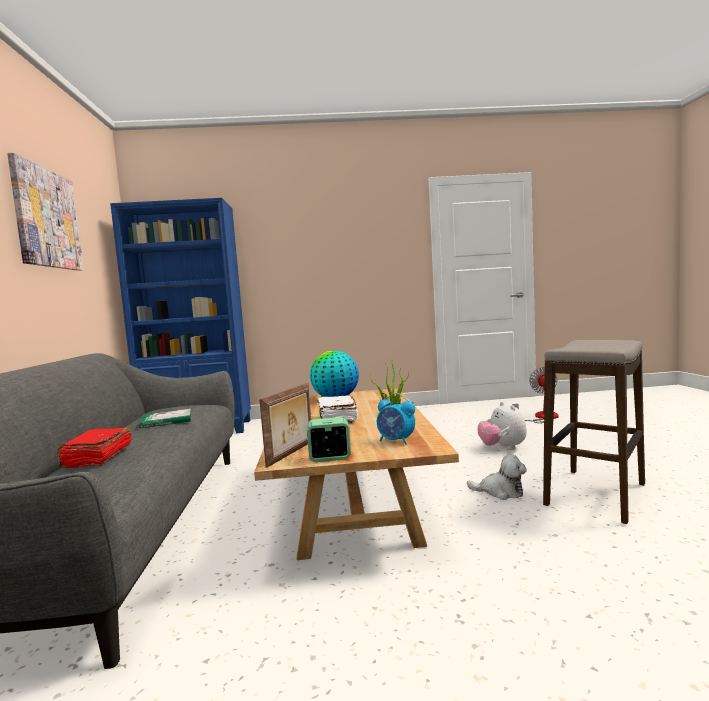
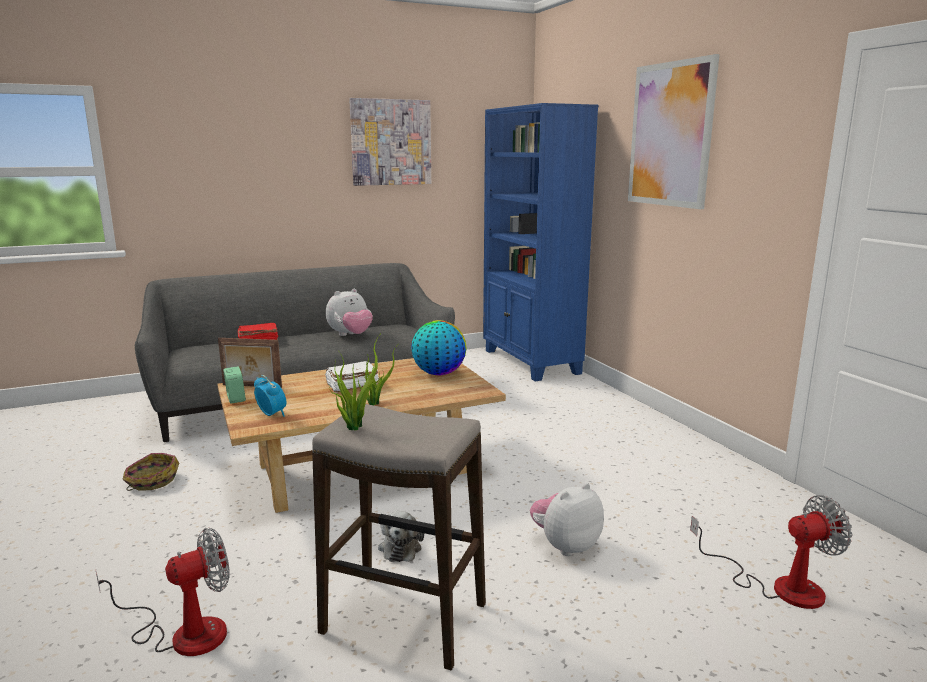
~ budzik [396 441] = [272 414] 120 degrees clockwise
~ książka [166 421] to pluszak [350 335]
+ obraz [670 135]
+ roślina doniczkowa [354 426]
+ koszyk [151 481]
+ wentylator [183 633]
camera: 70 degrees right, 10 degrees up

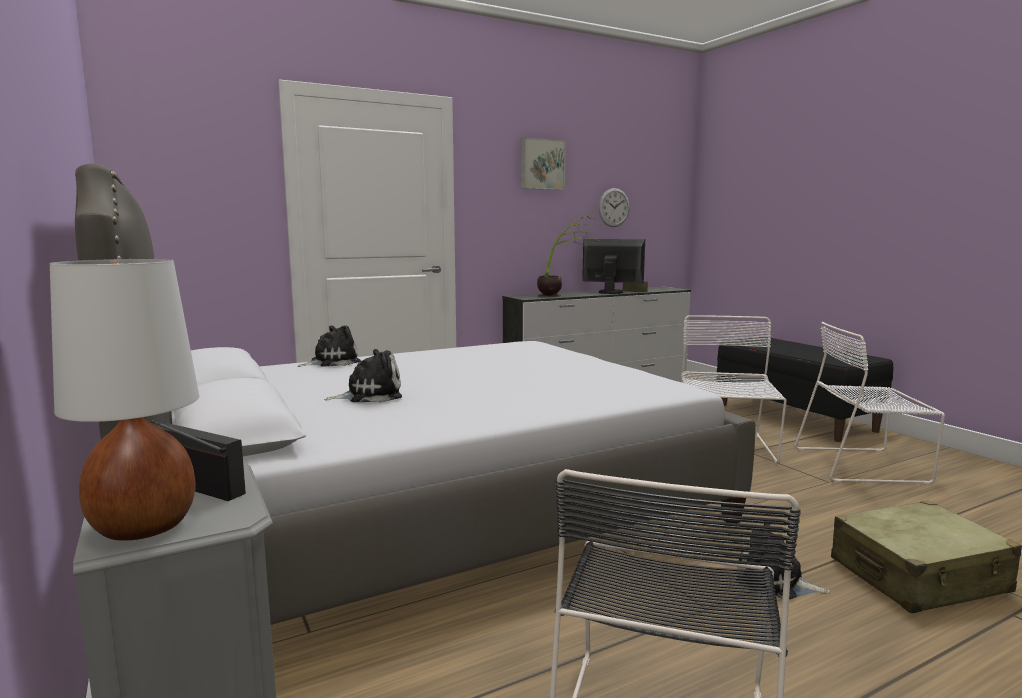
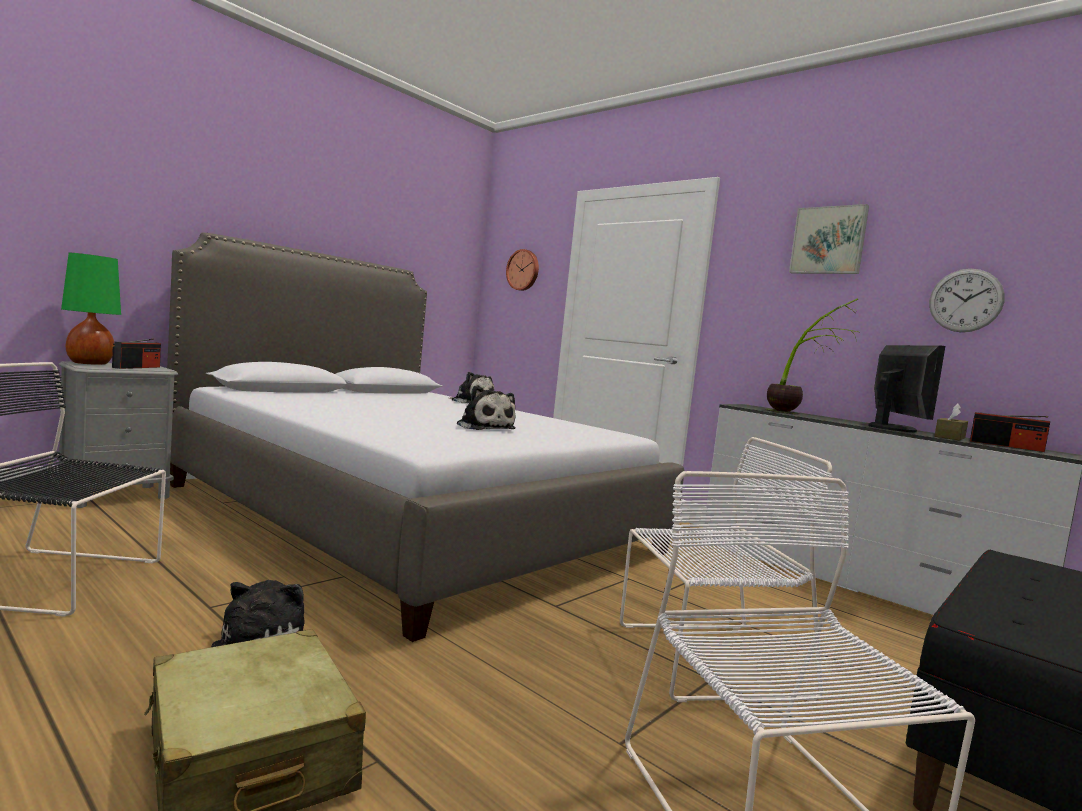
~ lampa stołowa/biały [143 527] to lampa stołowa/zielony [89 363]
~ pluszak [370 395] to [484 427]
+ zegar ścienny [523 270]
+ radio [1006 446]
camera: 70 degrees right, 5 degrees down

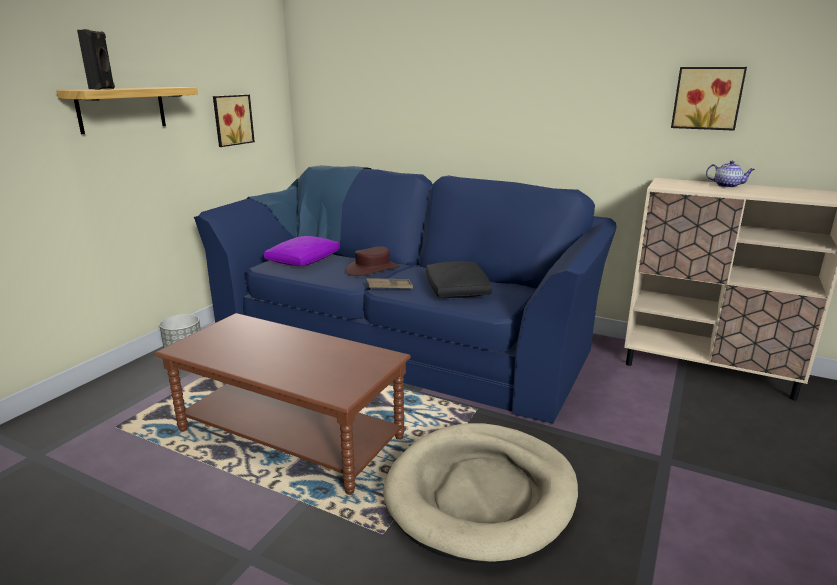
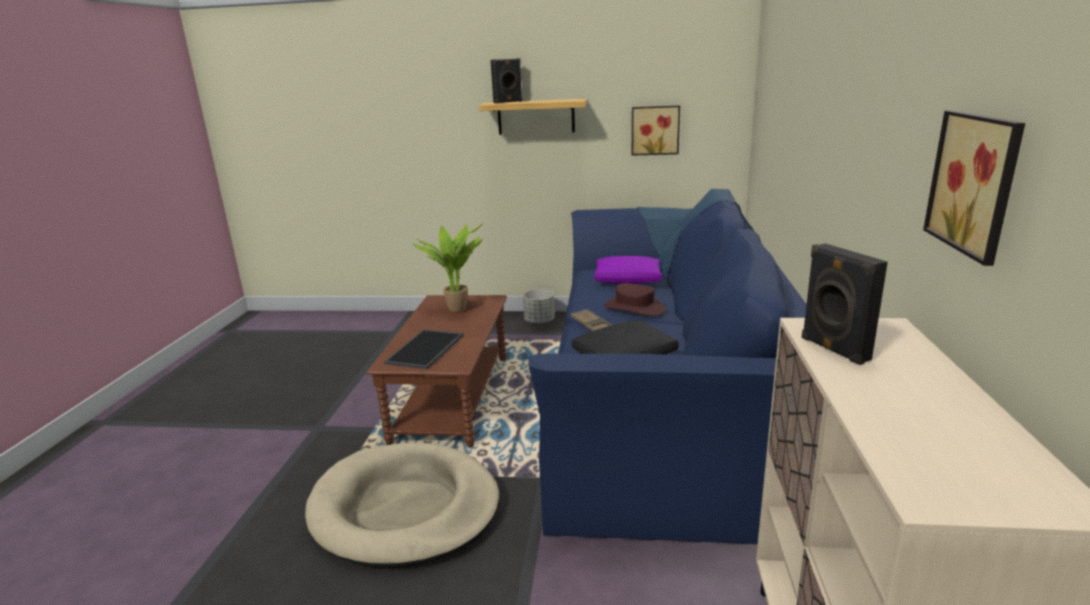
- imbryk [727 186]
+ roślina doniczkowa [458 309]
+ głośnik/czarny [833 349]
+ taca [426 349]
camera: 70 degrees right, 0 degrees up

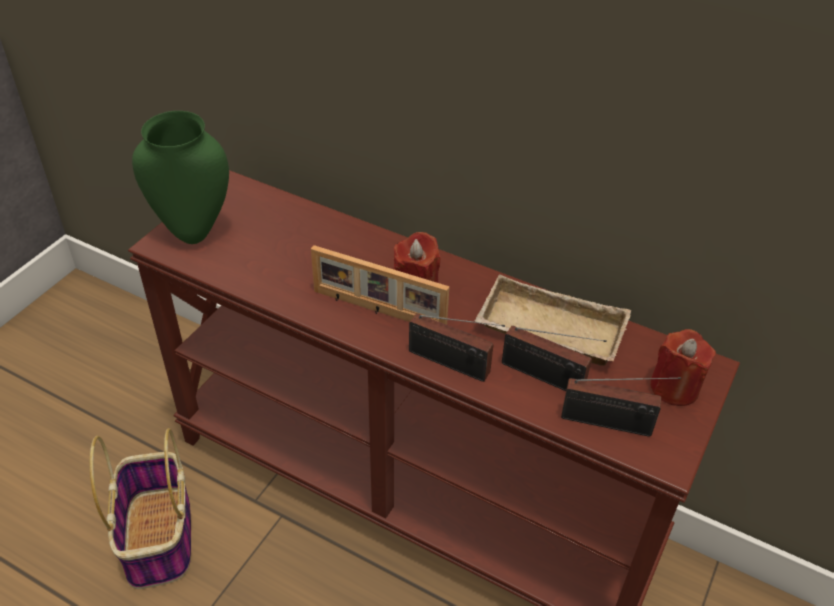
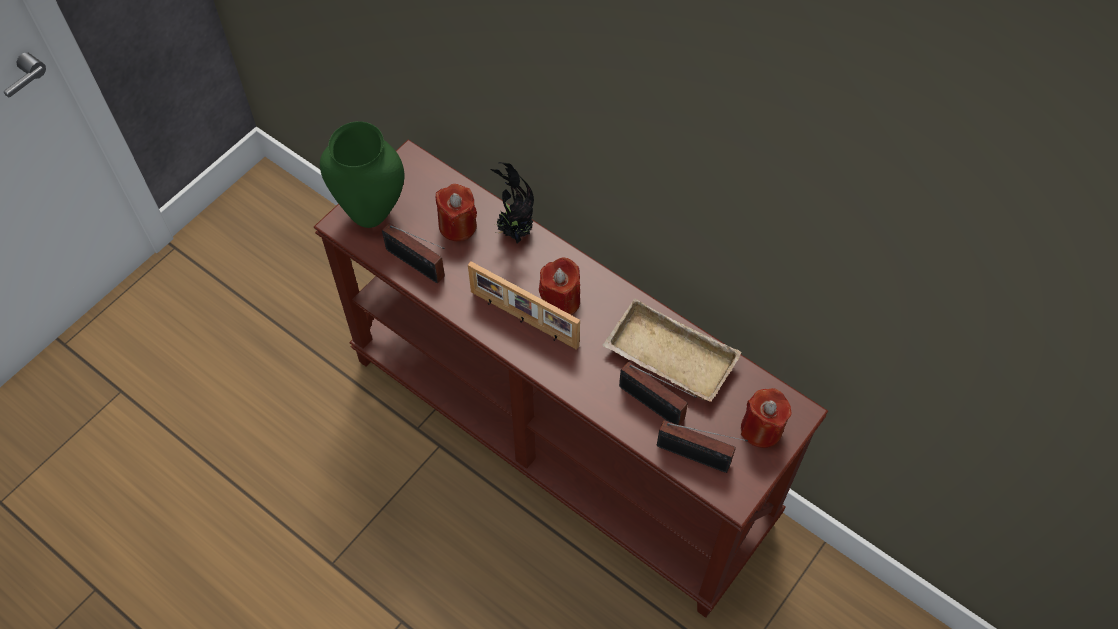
~ radio [453 364] to [417 265]
- koszyk [159 538]
+ roślina doniczkowa [513 231]
+ świeca/czerwony [457 226]
camera: 10 degrees right, 15 degrees up

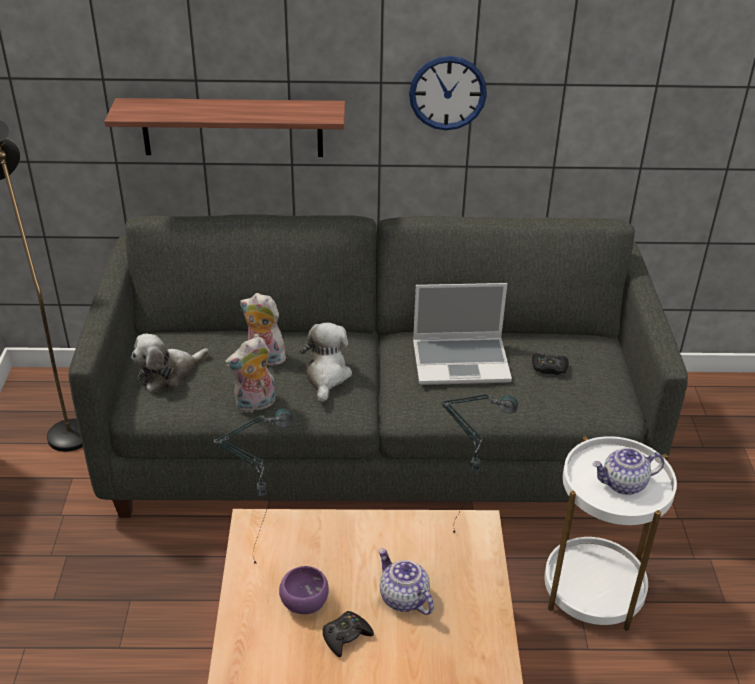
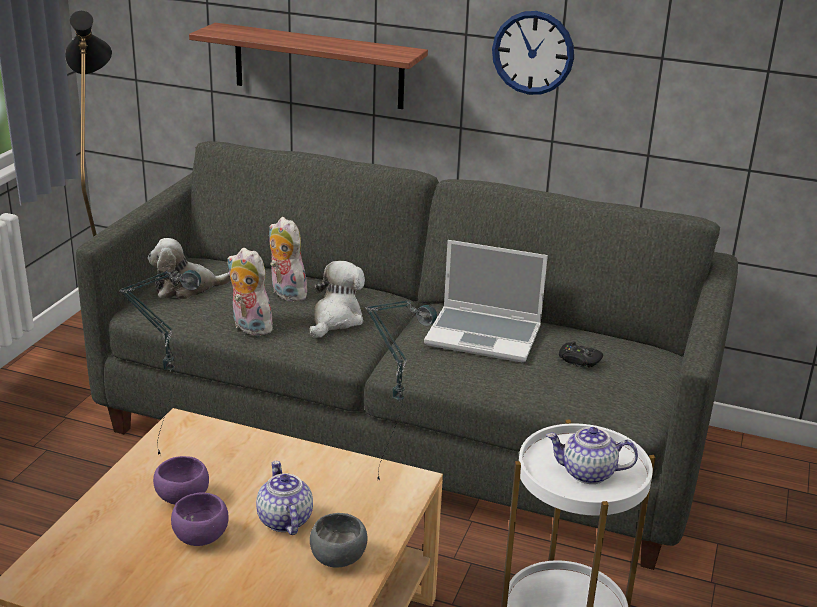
~ pluszak [255 405] = [249 327] 45 degrees clockwise
~ pad do gier/czarny [346 636] to miska/fioletowy [201 536]
+ miska/szary [339 557]
camera: 20 degrees right, 10 degrees down

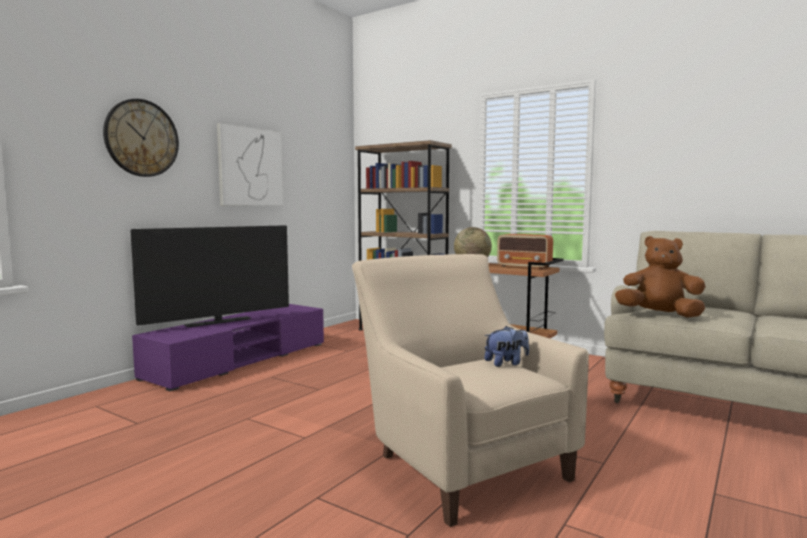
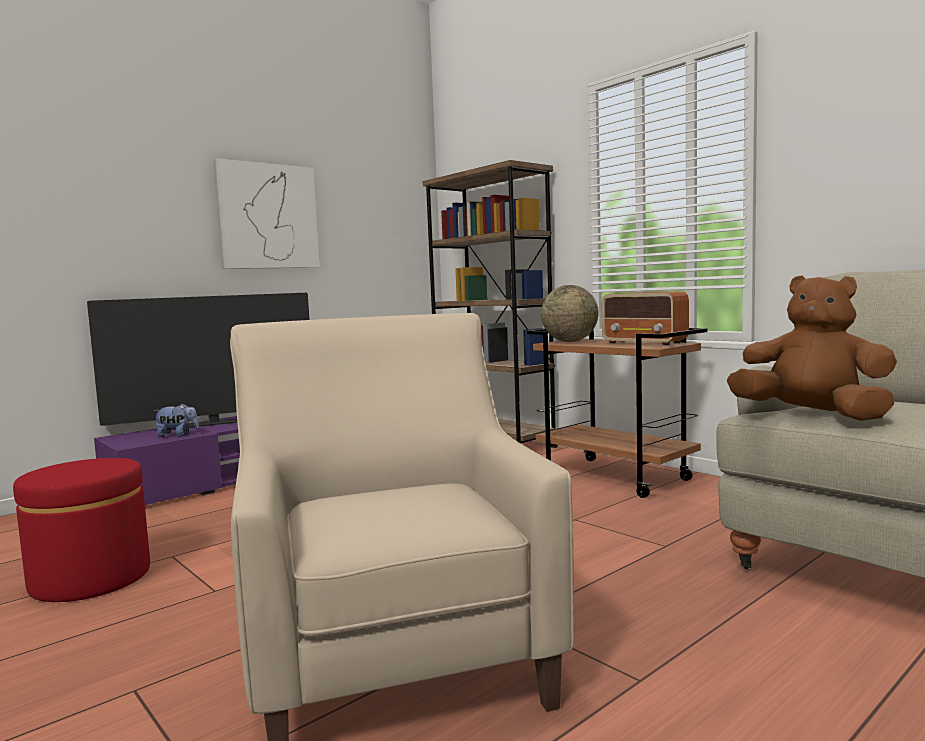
- zegar ścienny [141 138]
~ pluszak [506 363] to [177 435]
+ pufa/czerwony [91 579]
camera: 15 degrees right, 0 degrees up

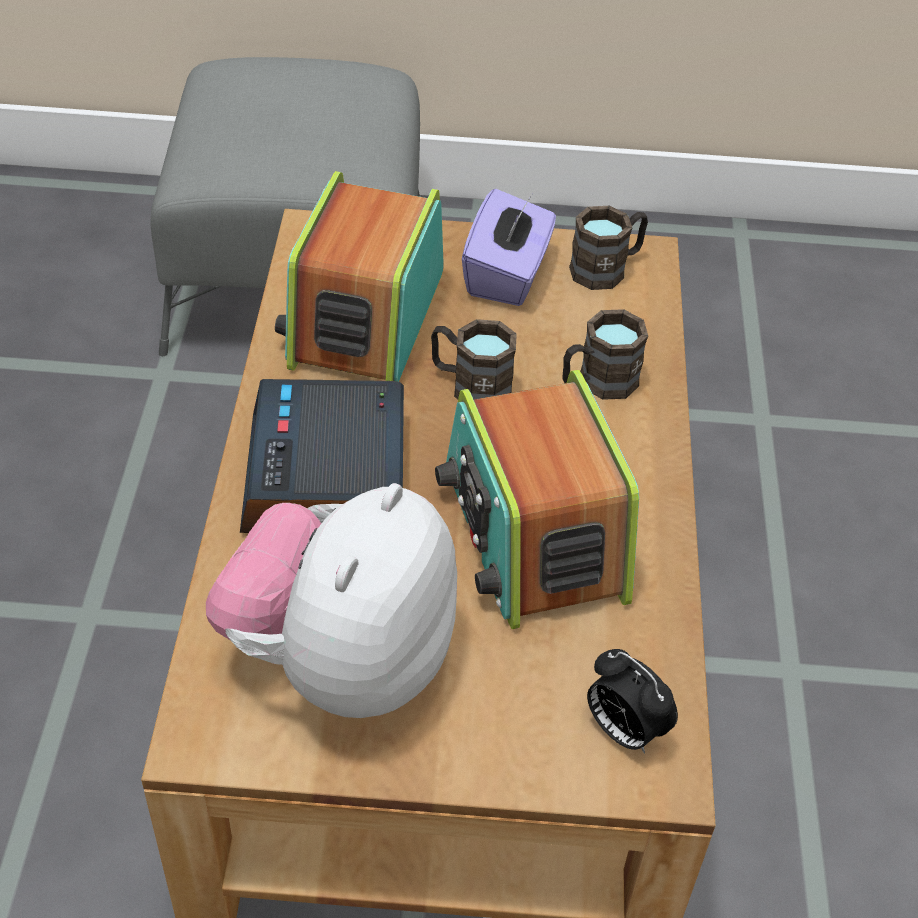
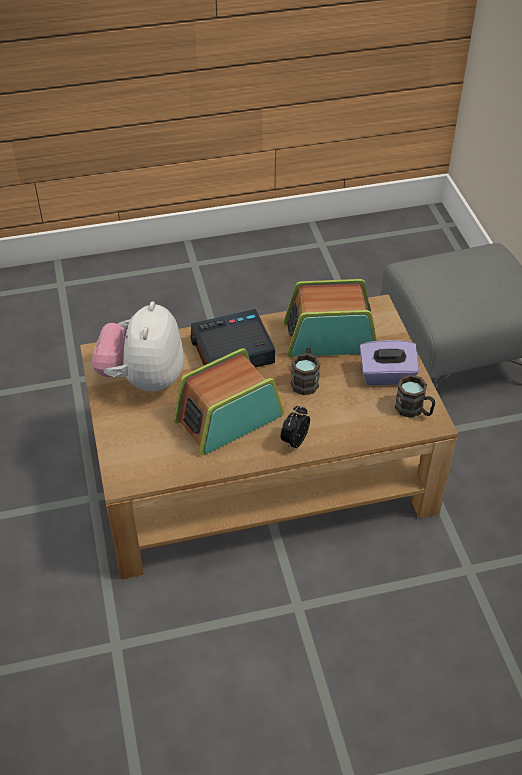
- kubek/brązowy [597 383]
~ pluszak [342 661] = [143 379] 90 degrees counterclockwise
~ budzik [623 730] to [294 441]
camera: 75 degrees right, 0 degrees up

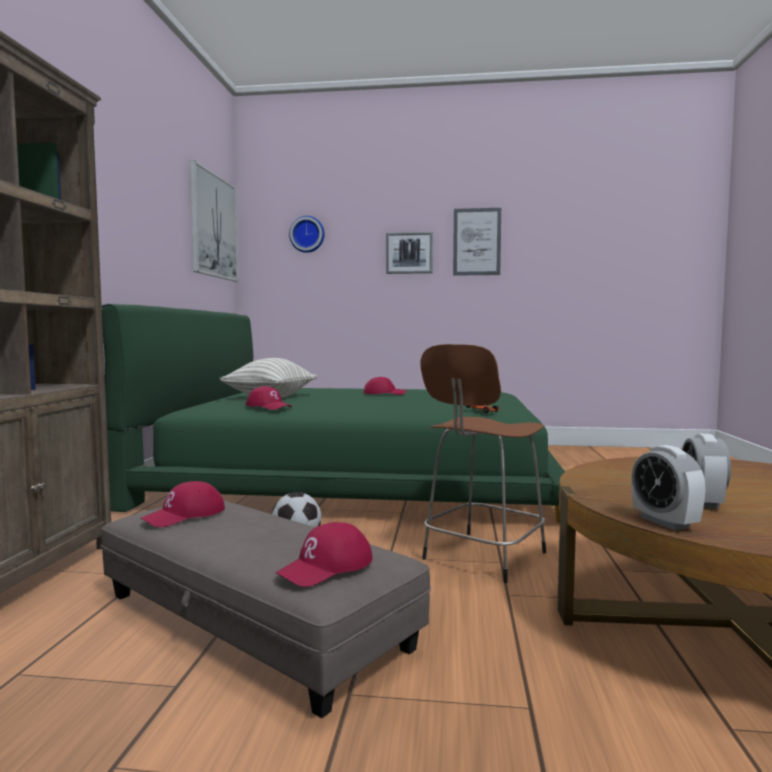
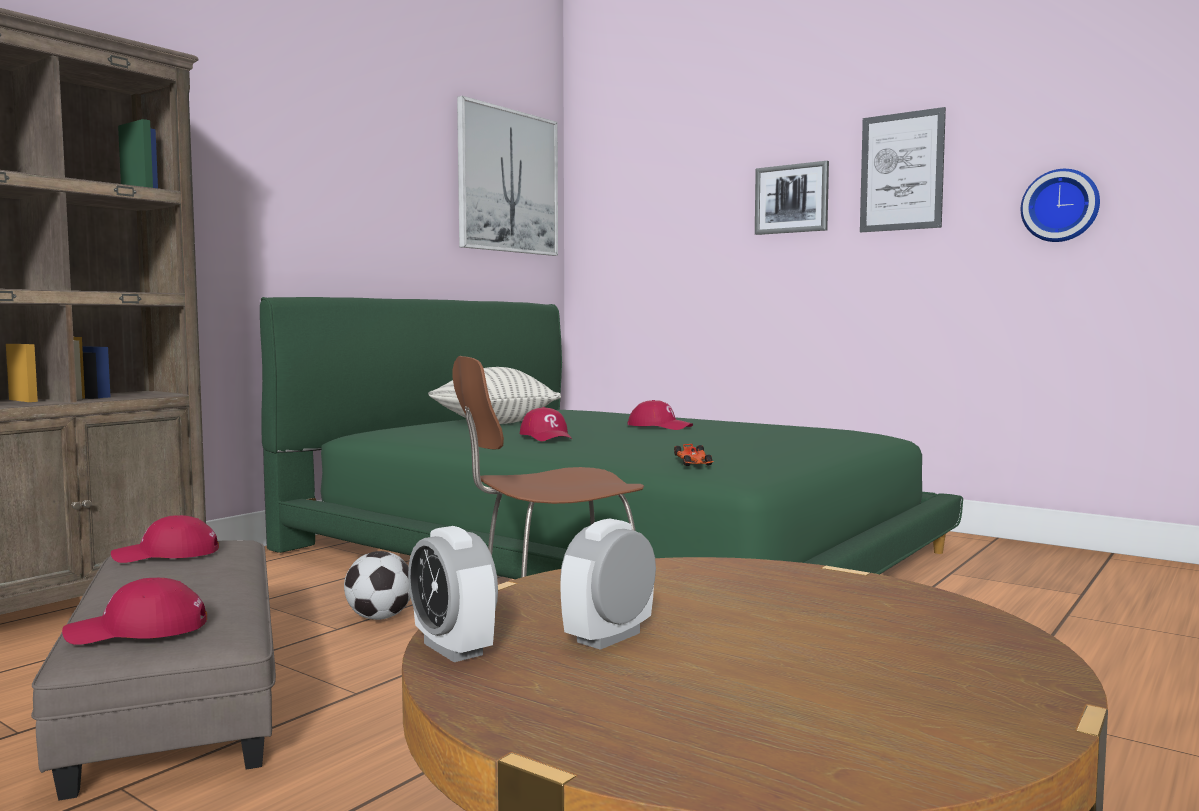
~ zegar ścienny [307 234] to [1060 206]
~ czapka z daszkiem/czerwony [268 406] to [547 437]
~ budzik [665 522] = [453 649] 45 degrees counterclockwise
camera: 30 degrees right, 0 degrees up

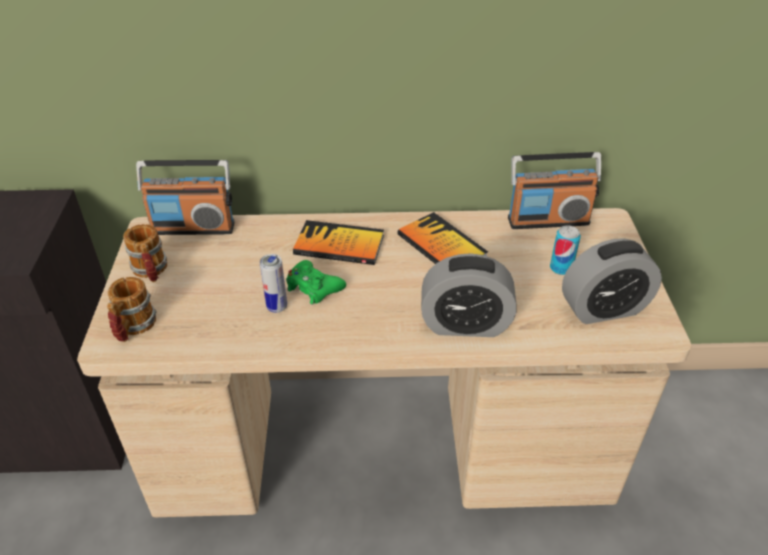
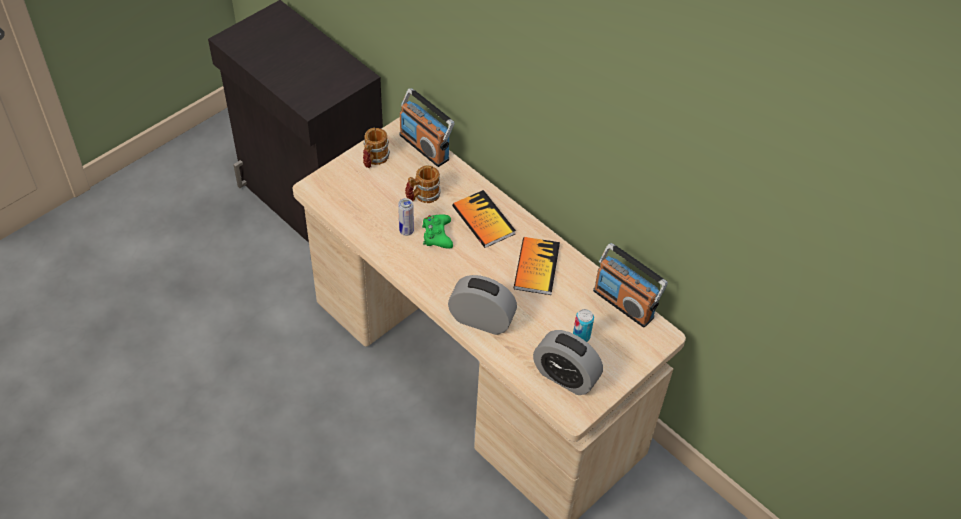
~ budzik [465 324] = [481 320] 150 degrees clockwise
~ kubek [133 328] to [422 196]
camera: 45 degrees right, 10 degrees up

